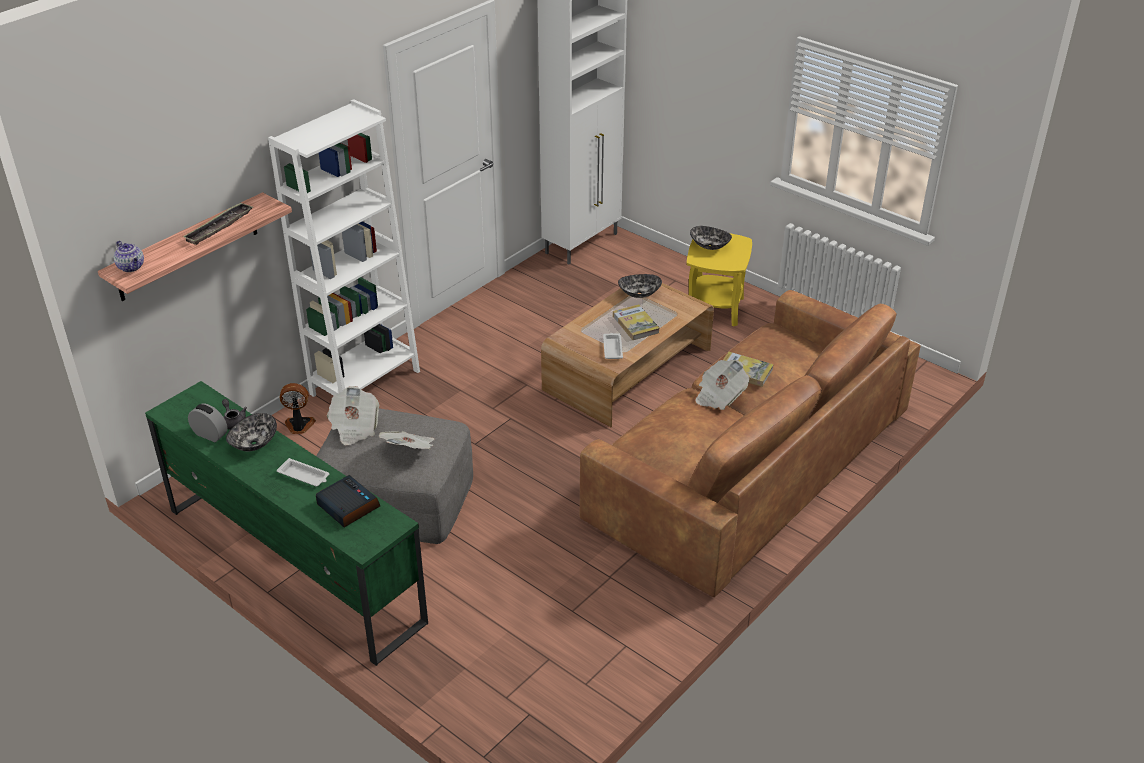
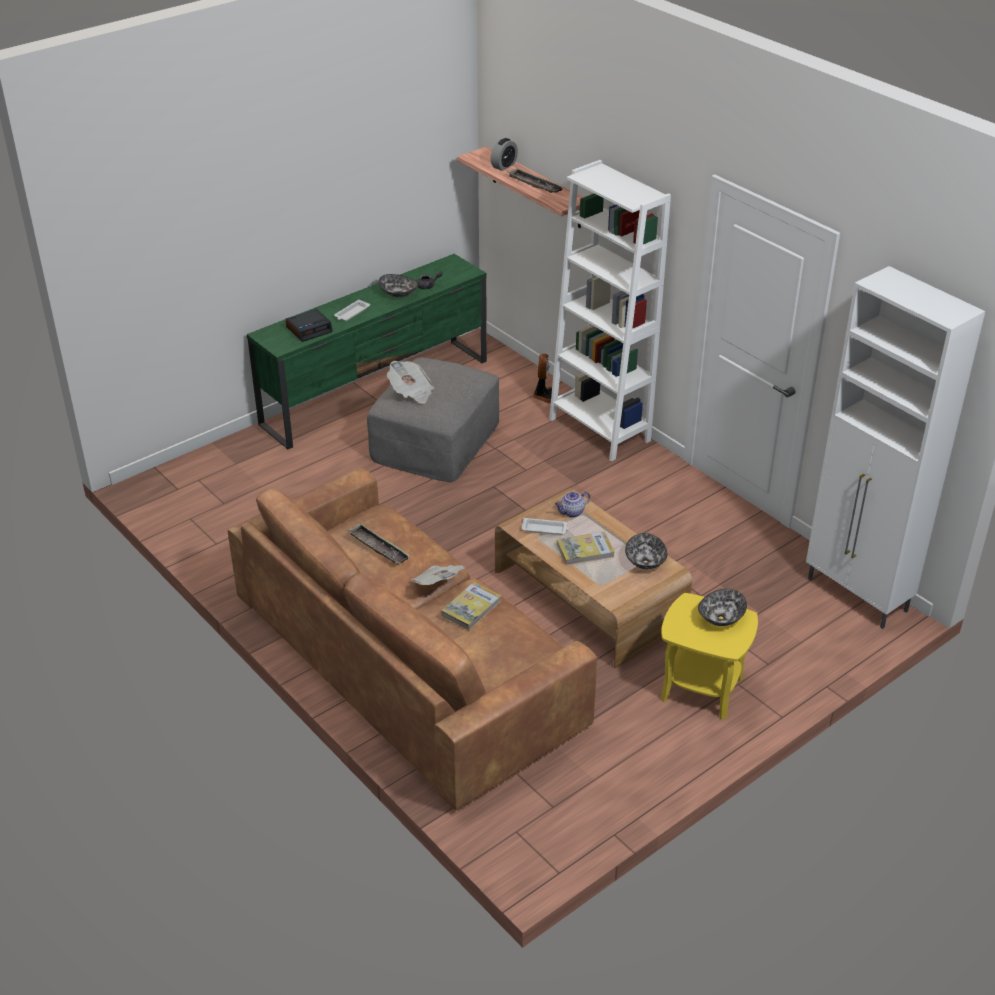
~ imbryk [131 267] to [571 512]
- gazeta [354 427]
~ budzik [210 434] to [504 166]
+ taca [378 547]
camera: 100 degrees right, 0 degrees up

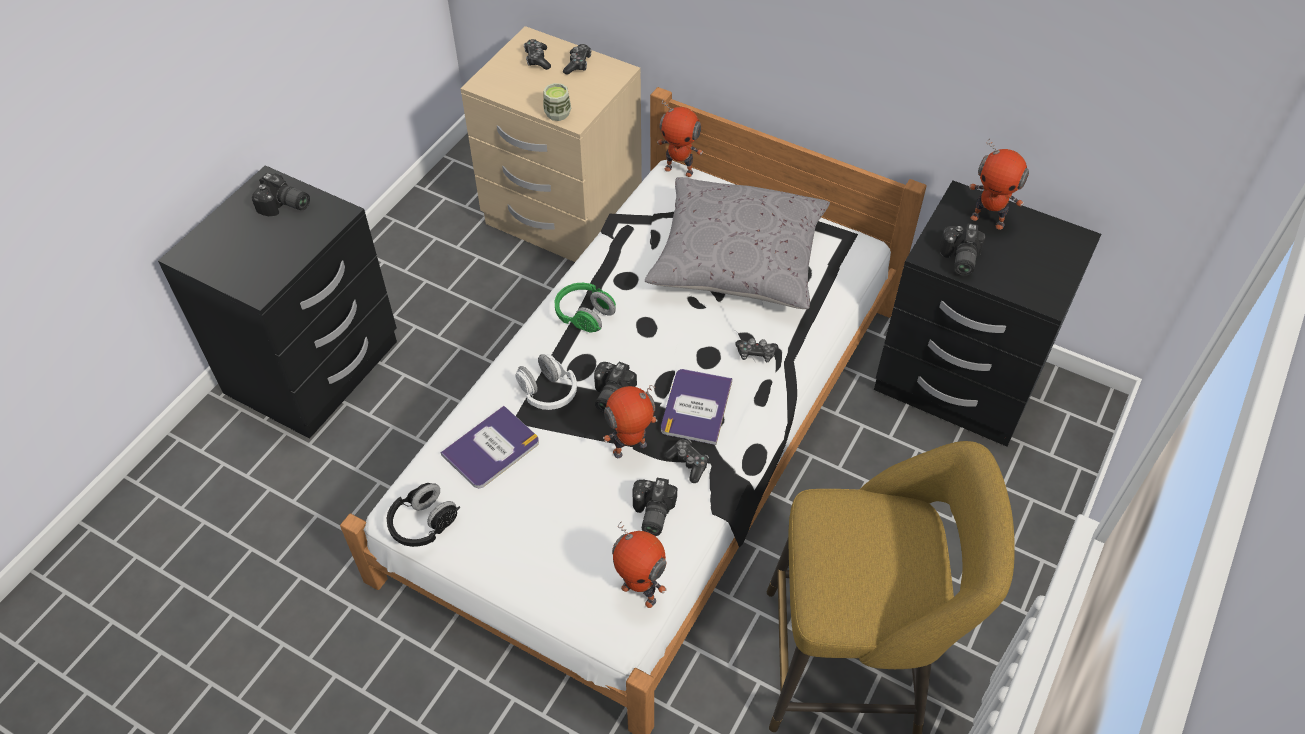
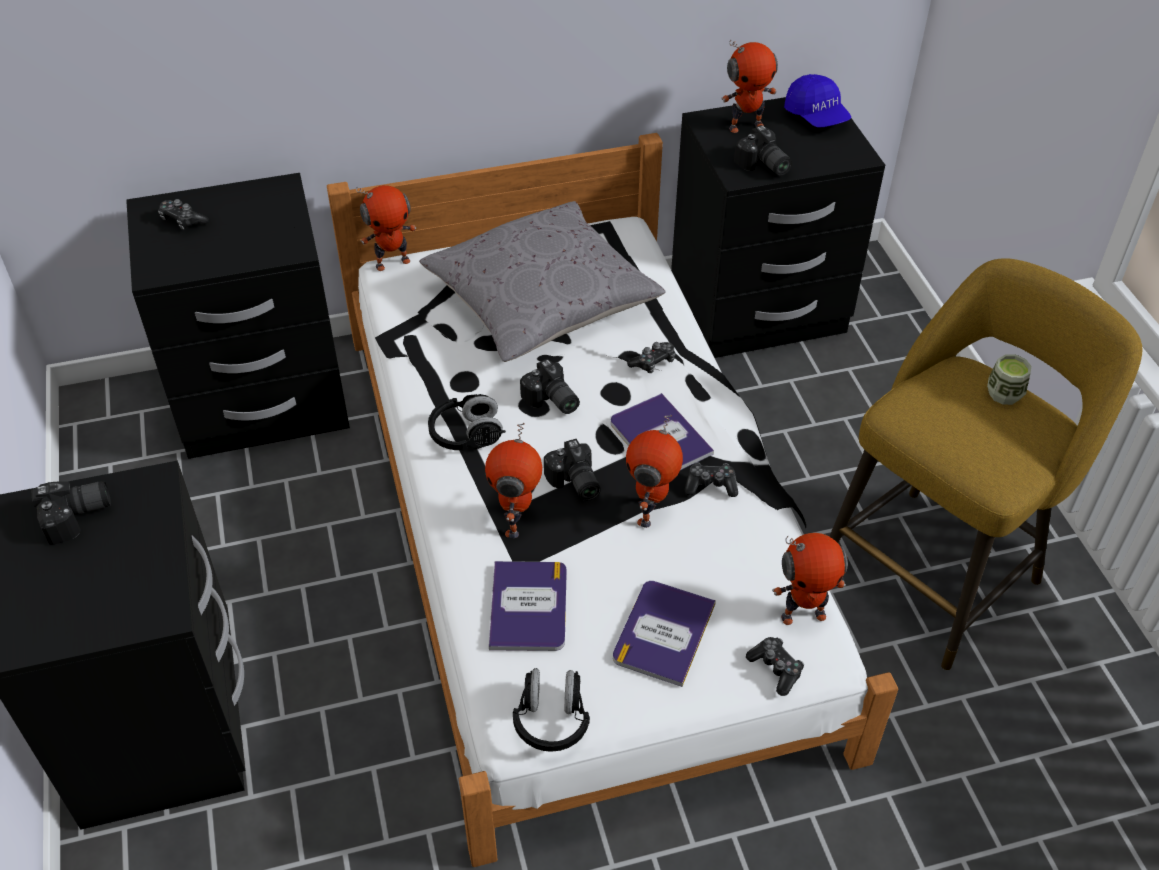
~ szafka nocna/beżowy [562 217] to szafka nocna/czarny [263 403]
~ pad do gier [578 64] to [776 669]
~ filiżanka [557 113] to [1004 394]
~ słuchawki/zielony [584 316] to słuchawki/czarny [466 435]
~ słuchawki/biały [548 392] to robot zabawkowy [517 522]
~ aparat fotograficzny [651 514] to [551 401]
+ czapka z daszkiem/niebieski [816 116]
+ książka [663 633]
camera: 45 degrees left, 5 degrees down

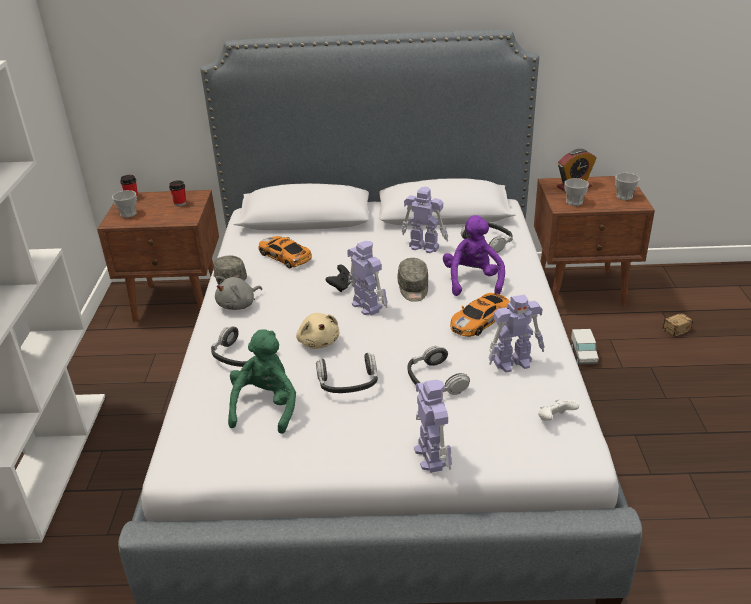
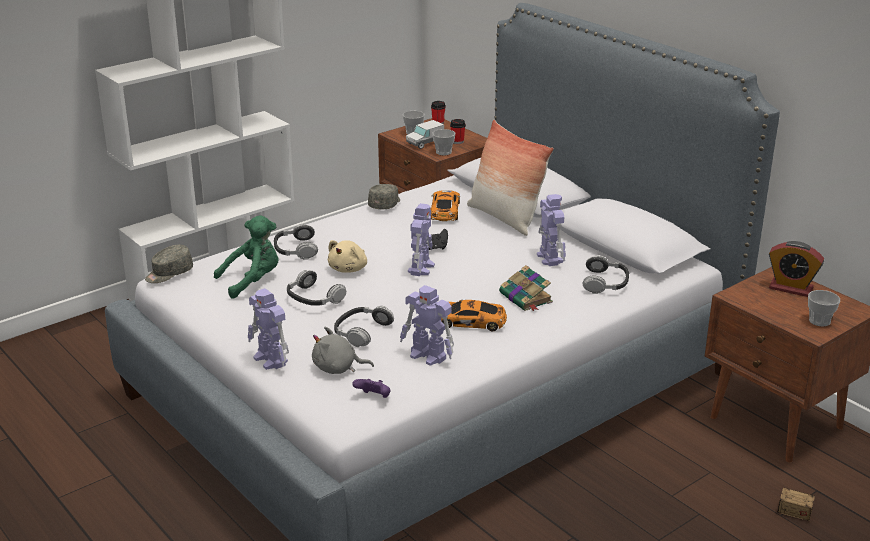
~ filiżanka [574 202] to [443 152]
~ pluszak/fioletowy [472 281] to książka [526 298]
~ czapka z daszkiem/szary [413 288] to [169 273]
~ pluszak/szary [238 305] to [338 368]
~ ciężarówka zabawkowa [583 355] to [425 143]
~ robot zabawkowy [431 455] = [271 360] 105 degrees clockwise
~ pad do gier/biały [555 419] to pad do gier/fioletowy [374 397]
+ poduszka [505 218]
camera: 50 degrees right, 5 degrees down

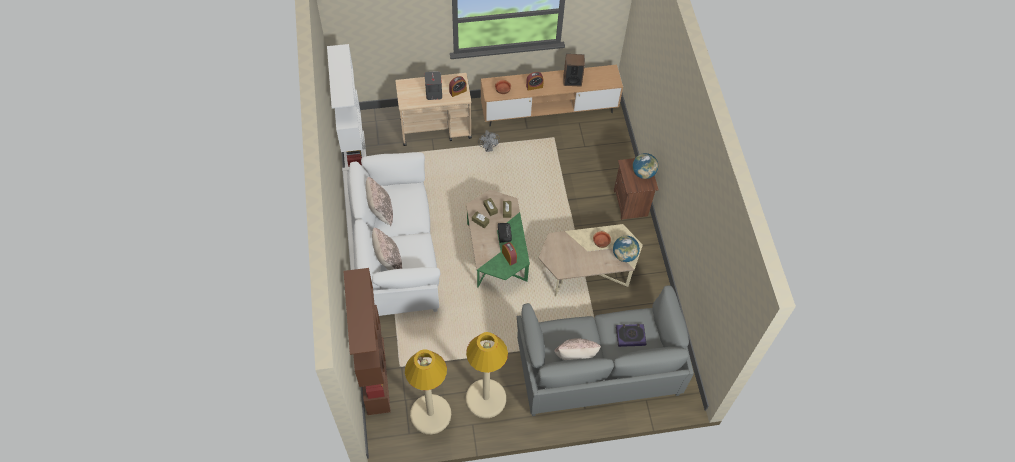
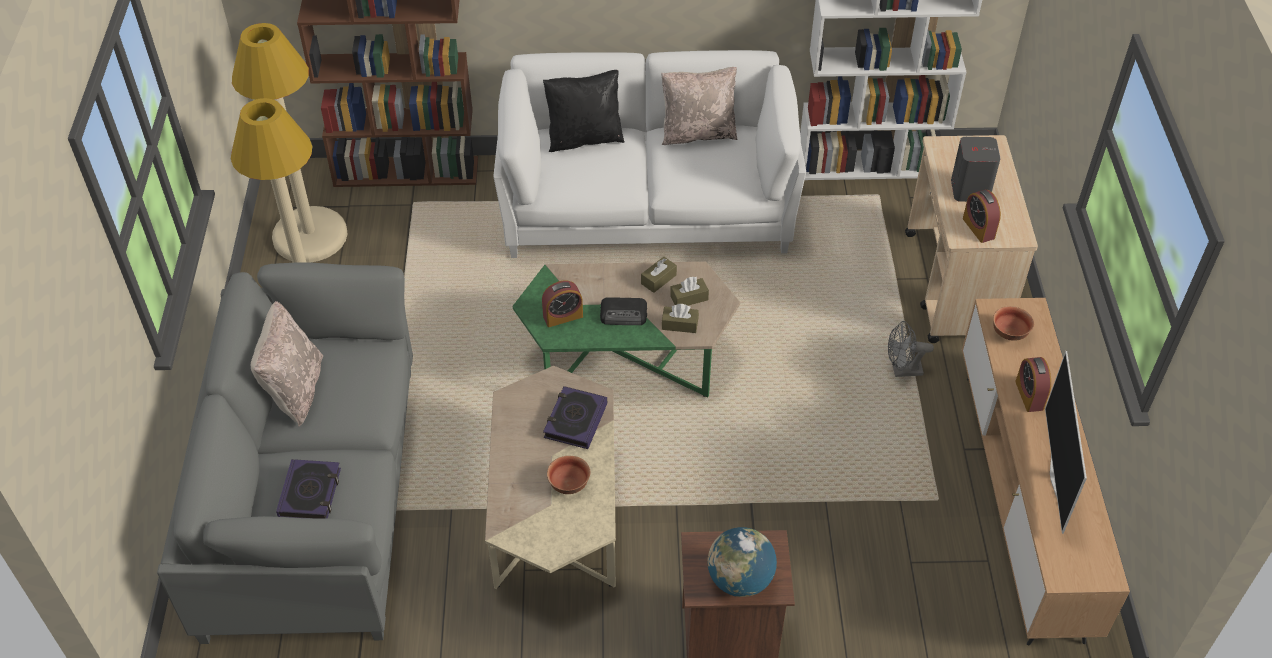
~ głośnik [572 80] to telewizor [1057 477]
~ poduszka/beżowy [388 261] to poduszka/czarny [584 138]
- globus [624 255]
+ książka [575 421]
camera: 100 degrees right, 10 degrees down

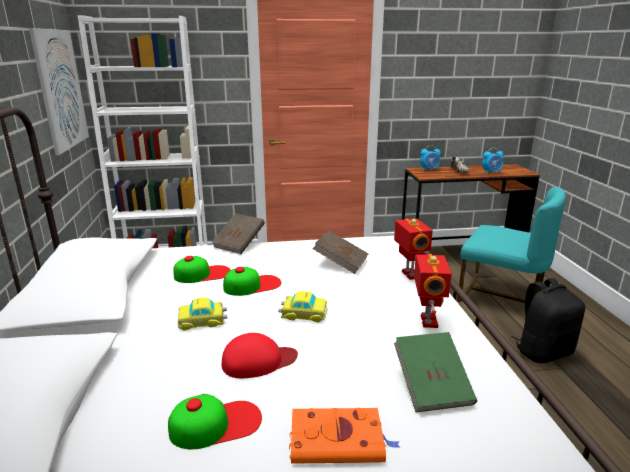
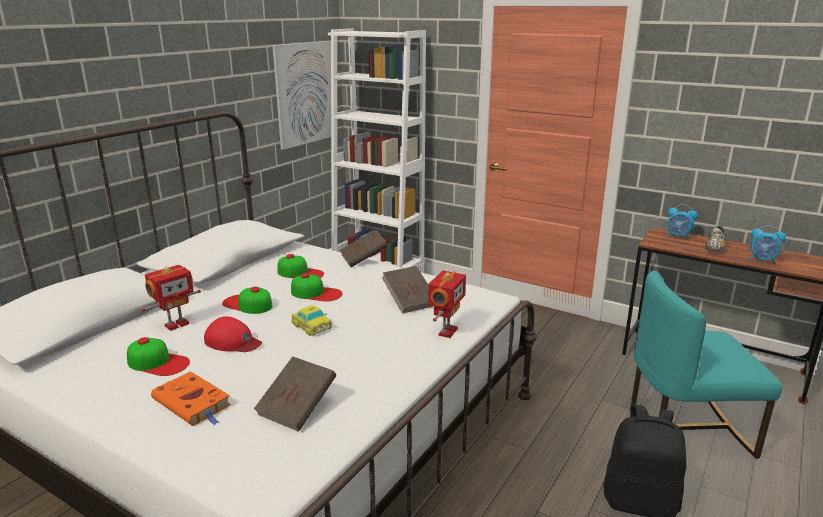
~ krzesło/turkusowy [500 296] = [686 428] 105 degrees clockwise
~ robot zabawkowy [427 321] to [176 324]
~ samochodzik [203 320] to czapka z daszkiem [247 304]
~ książka/zielony [432 386] to książka/brązowy [297 408]
camera: 40 degrees right, 0 degrees up

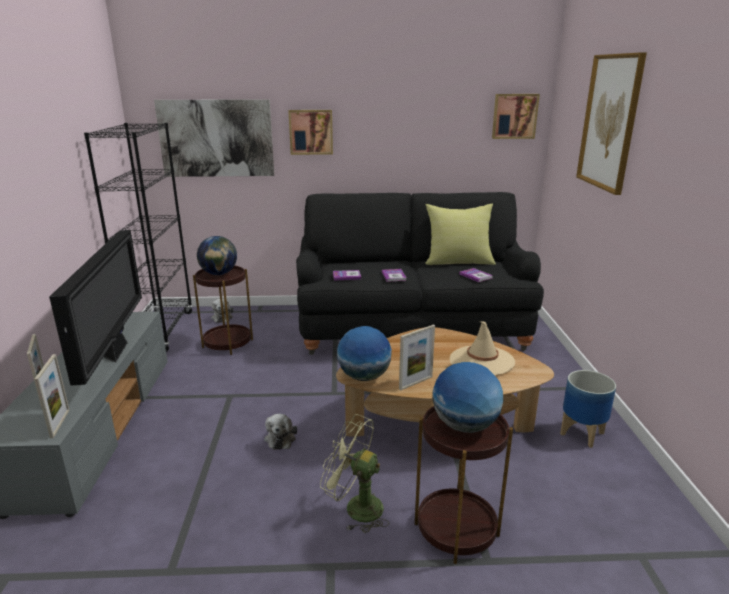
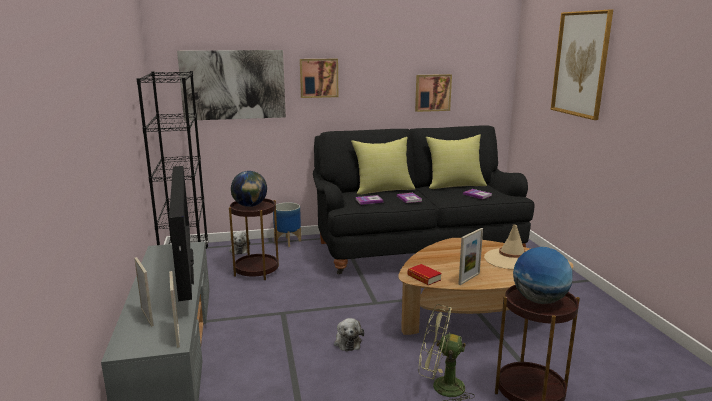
~ obraz [514 116] to [432 92]
~ globus [364 377] to książka [424 278]
~ donica [582 433] to [288 241]
+ poduszka/żółty [383 190]
camera: 10 degrees left, 5 degrees down

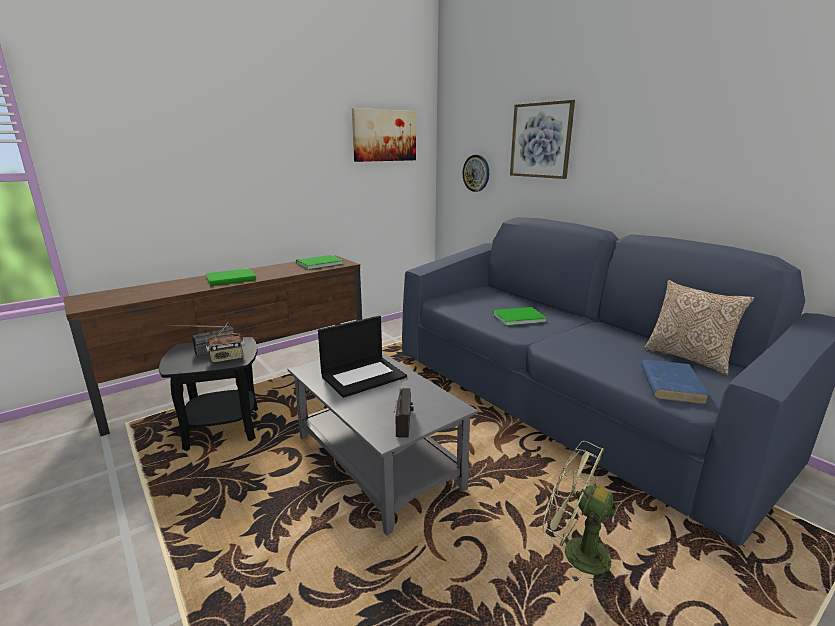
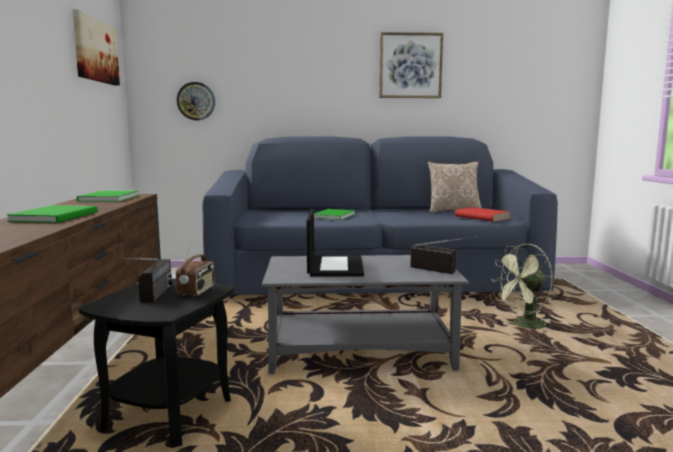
~ obraz [541 140] to [410 65]
~ książka/niebieski [670 384] to książka/czerwony [481 217]
camera: 55 degrees left, 10 degrees down

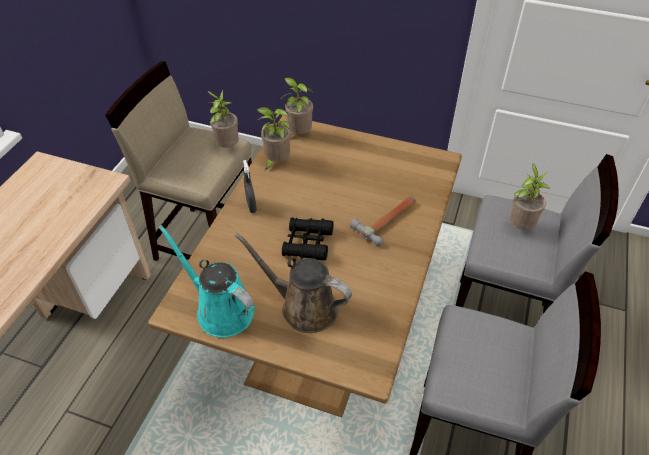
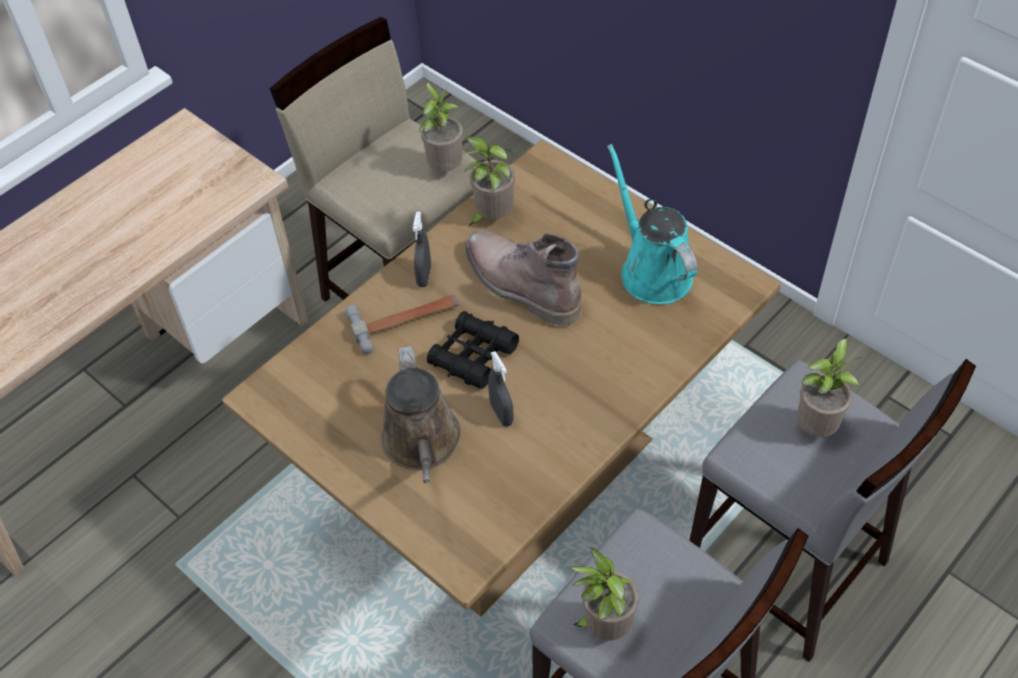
~ roślina doniczkowa [298 135] to [604 626]
~ młotek [388 220] to [405 320]
~ konewka/turkusowy [220 309] to [652 270]
~ konewka/brązowy [304 306] = [422 444] 150 degrees counterclockwise
+ but z cholewką/brązowy [519 284]
+ spryskiwacz/szary [501 414]
camera: 25 degrees right, 5 degrees up

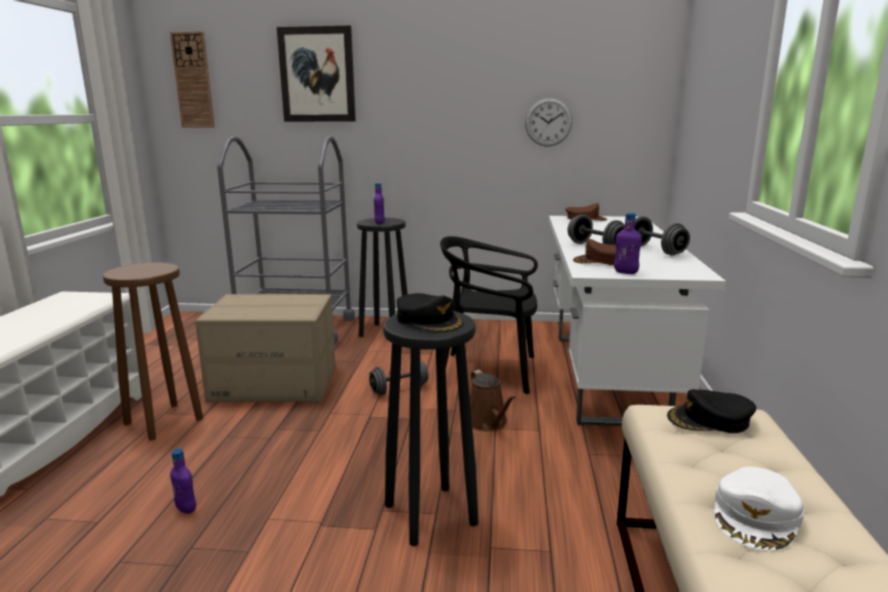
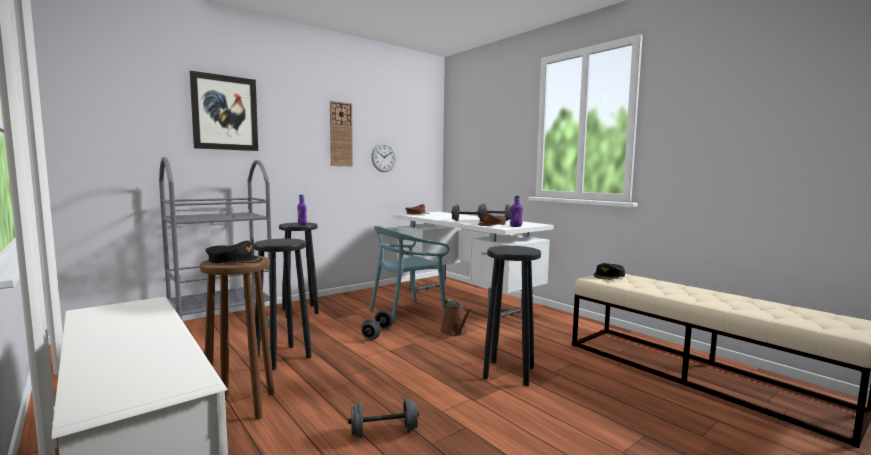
~ zegar ścienny [193 80] to [341 134]
~ krzesło/czarny [489 371] to krzesło/turkusowy [407 312]
~ czapka z daszkiem/czarny [429 320] to [234 260]
~ karton [275 383] to stołek/czarny [283 357]
~ konewka/brązowy [488 423] = [455 332] 45 degrees clockwise
~ butelka/fioletowy [186 509] to hantel/szary [384 432]
- czapka z daszkiem/biały [756 516]
camera: 45 degrees left, 10 degrees down

